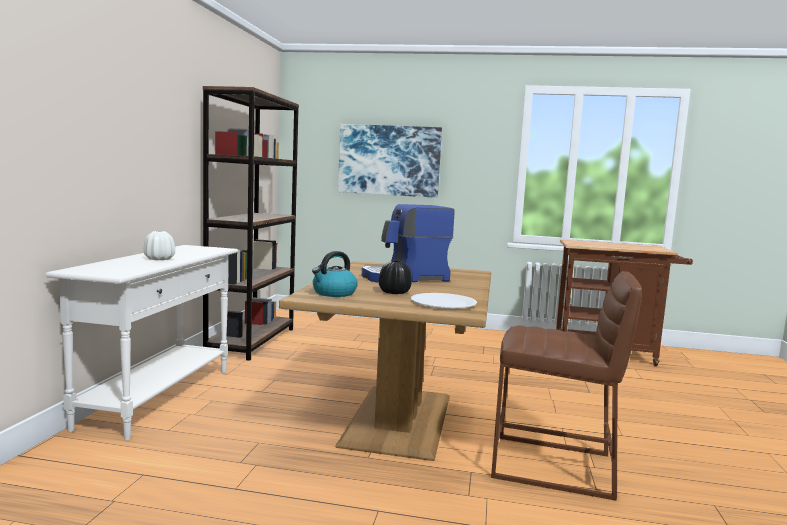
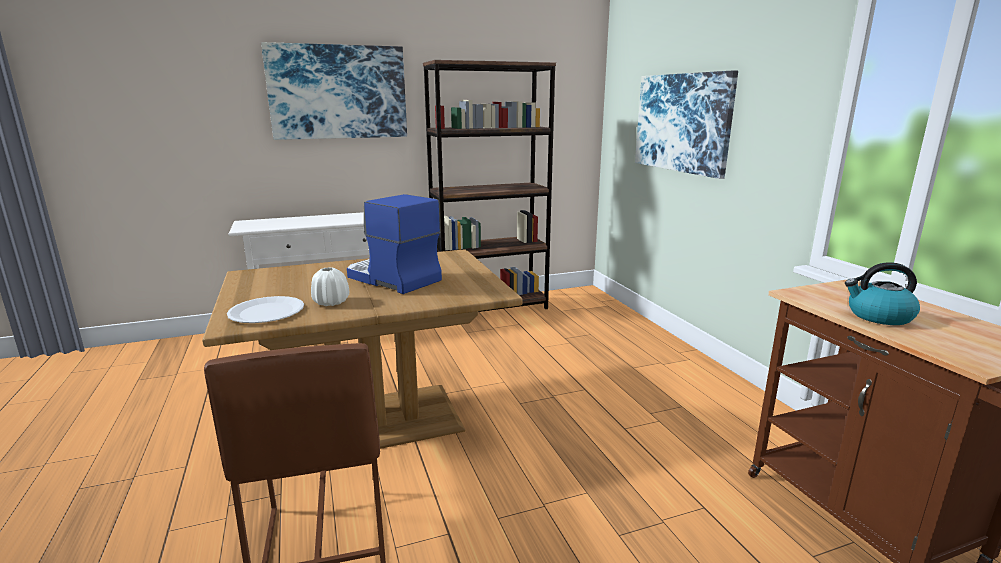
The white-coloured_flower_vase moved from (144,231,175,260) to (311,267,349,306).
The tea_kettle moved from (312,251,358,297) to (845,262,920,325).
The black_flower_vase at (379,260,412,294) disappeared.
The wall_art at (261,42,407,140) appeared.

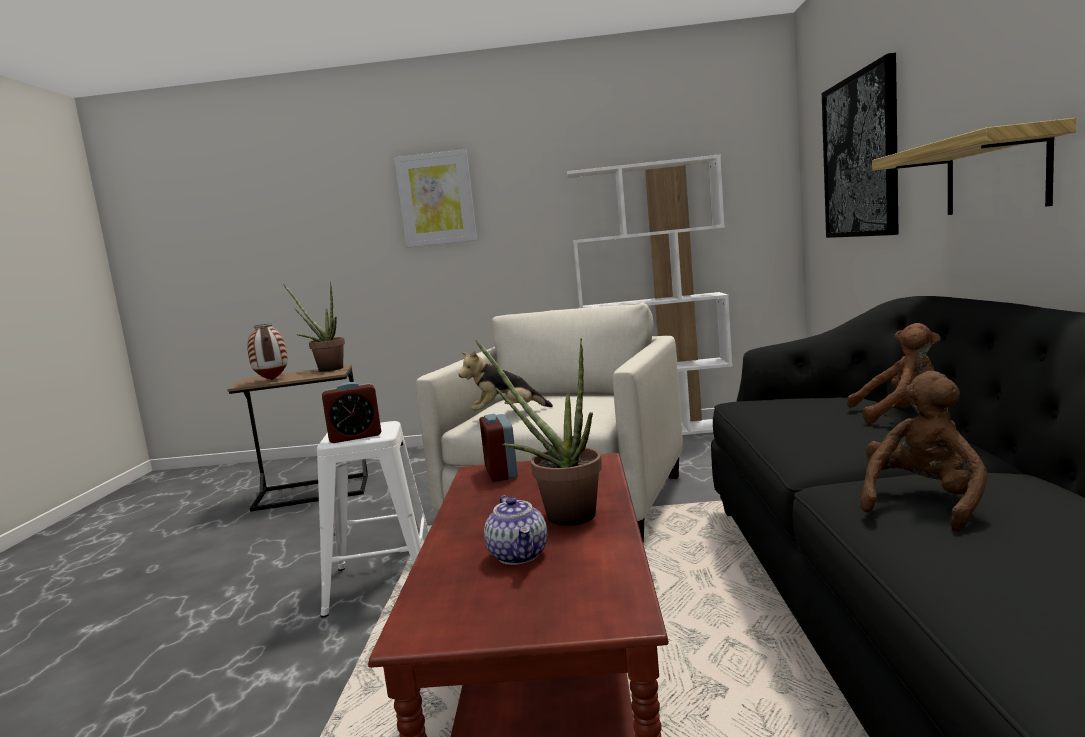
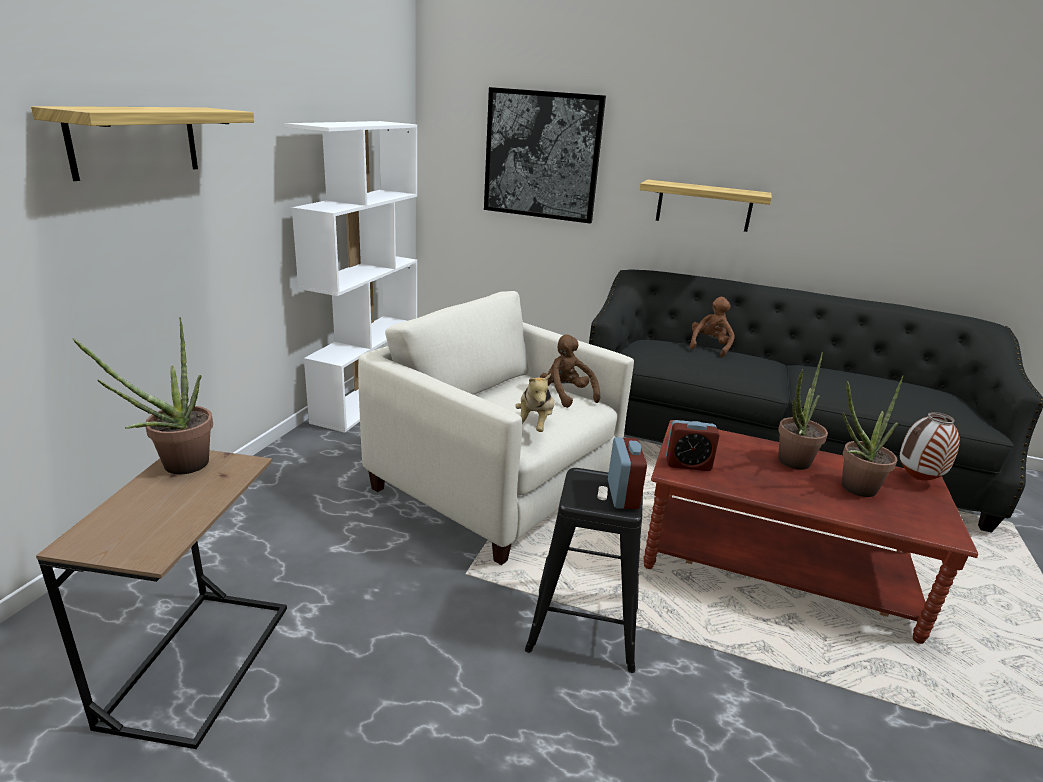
The flower_vase moved from (247,324,288,380) to (900,412,960,480).
The white-coloured_stool_seat at (317,421,429,618) became the black_stool_seat at (525,468,643,673).
The wall_art at (394,149,477,247) was replaced by the bracket_shelf at (31,106,254,181).
The pot_for_tea at (484,496,547,565) was replaced by the houseplant at (842,375,903,497).
The brown_plush_toy moved from (860,371,987,531) to (540,334,601,408).

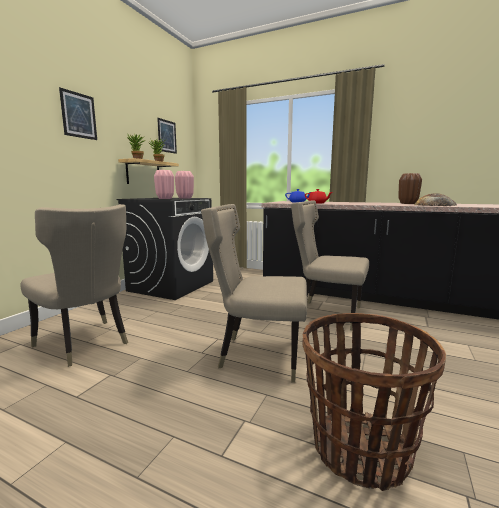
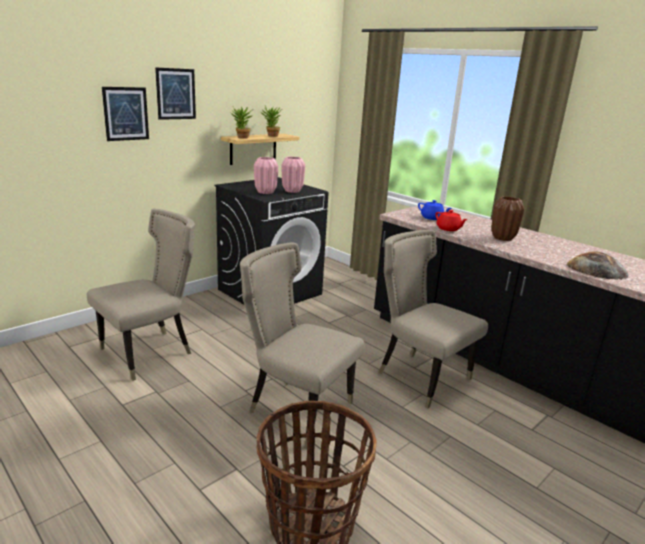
The beige_plain_chair at (20,204,128,367) turned 105 degrees counterclockwise.
The wall_art moved from (157,118,177,154) to (102,87,149,141).
The brown_flower_vase moved from (399,173,422,204) to (491,196,524,241).

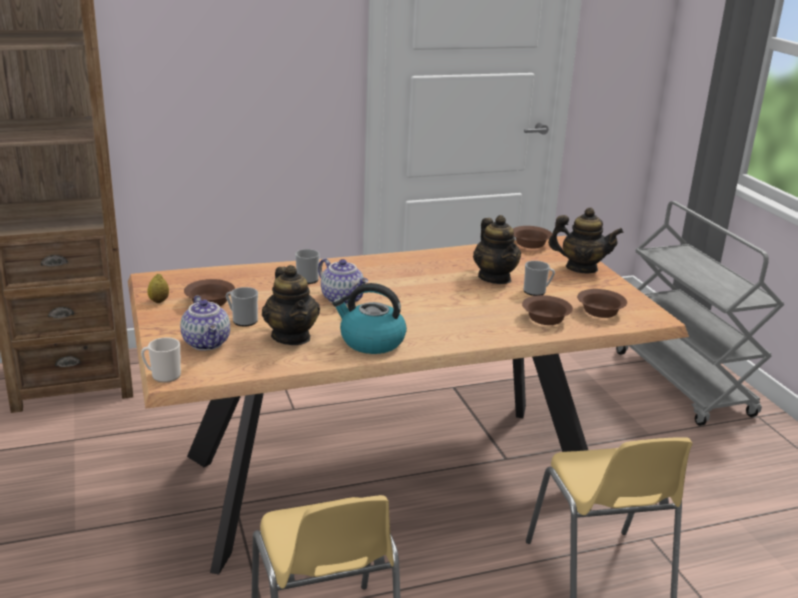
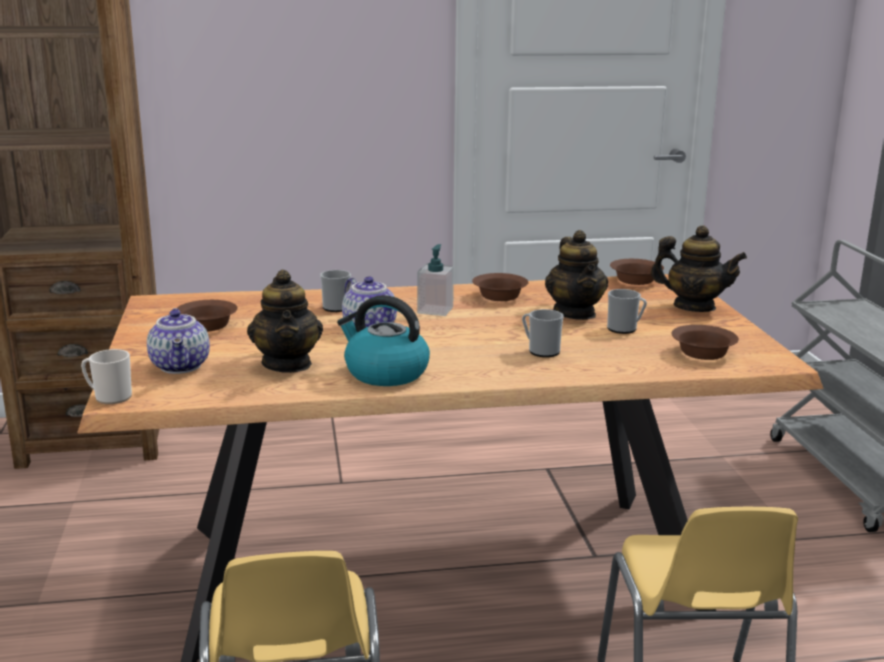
The lemon at (148,274,169,303) disappeared.
The tea_mug moved from (226,287,258,327) to (522,309,564,357).
The brown_serving_bowl moved from (522,295,573,325) to (472,273,529,301).
The liquid_soap_bottle at (417,244,454,316) appeared.

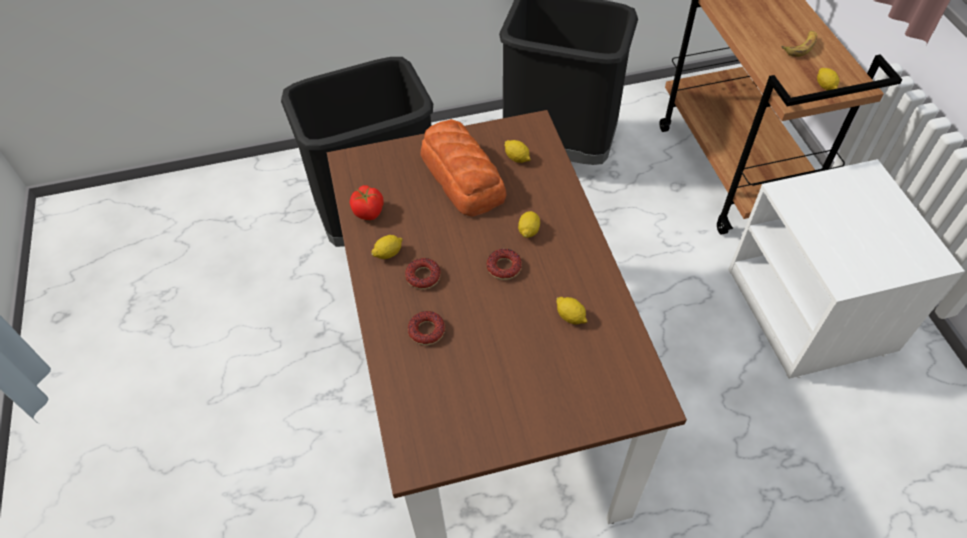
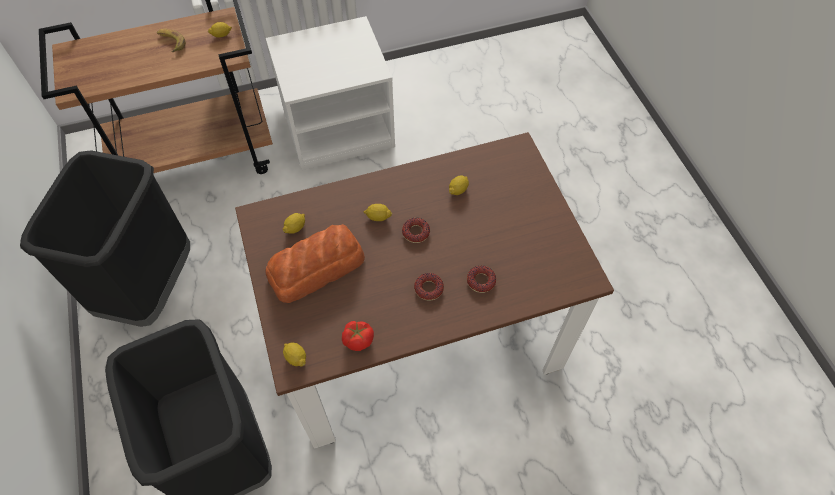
The lemon moved from (372,235,403,259) to (283,342,306,367).

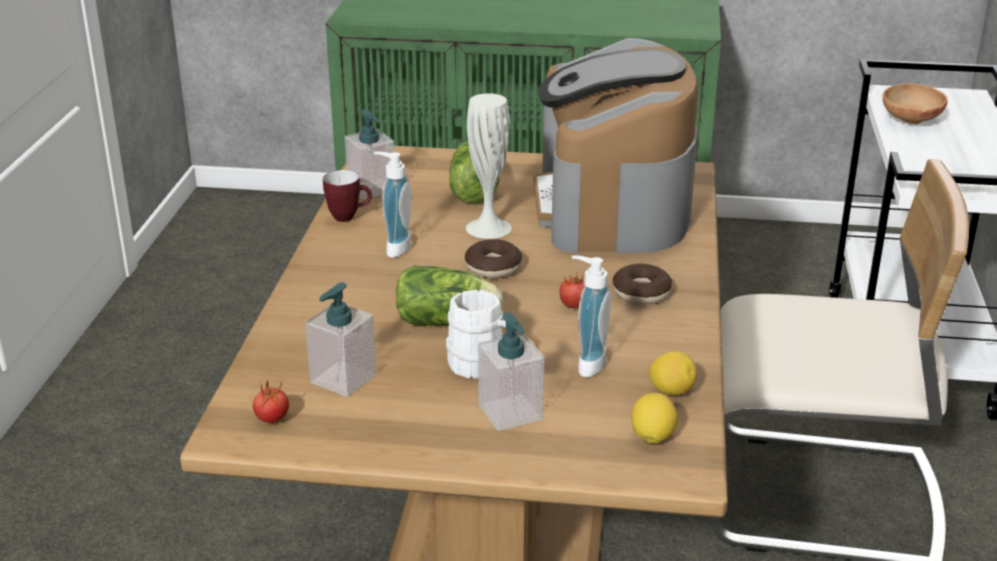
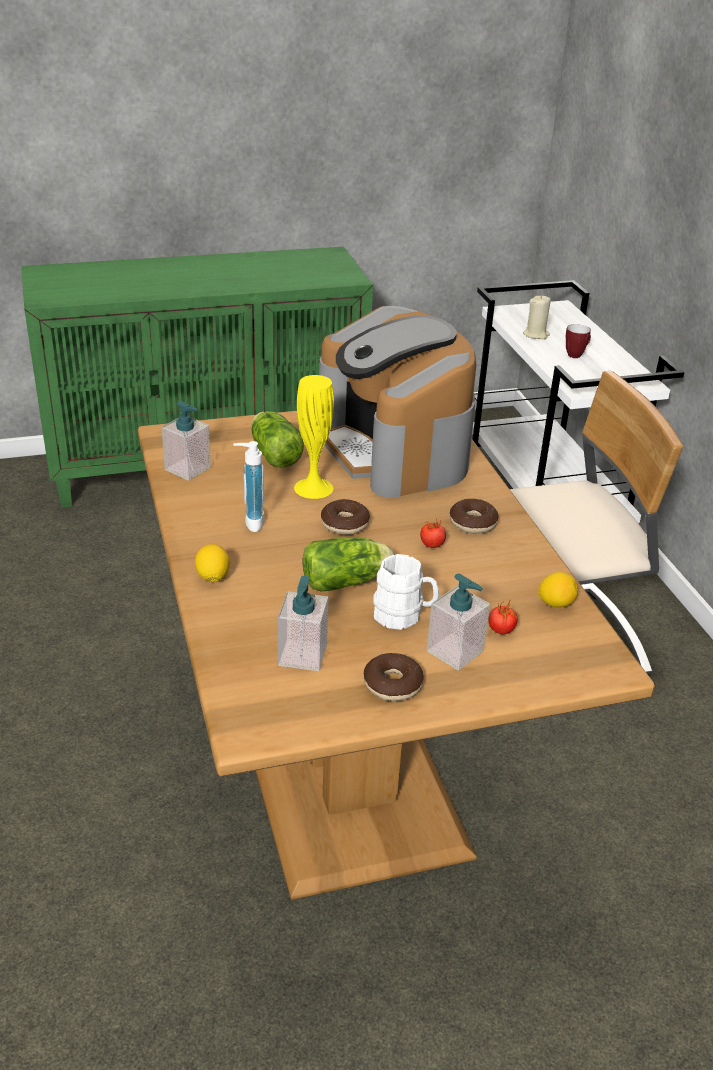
The tomato moved from (253,379,289,423) to (488,599,518,634).
The tea_mug moved from (323,170,372,222) to (566,324,591,358).
The white-coloured_flower_vase at (466,93,512,239) became the yellowish_flower_vase at (294,375,334,499).
The liquid_soap_bottle at (572,255,611,377) disappeared.
The lemon moved from (631,393,678,444) to (195,544,230,582).
The brown_serving_bowl at (883,83,948,124) was replaced by the beige_wax_candle at (523,295,551,339).
The ring_doughnut at (364,653,424,701) appeared.

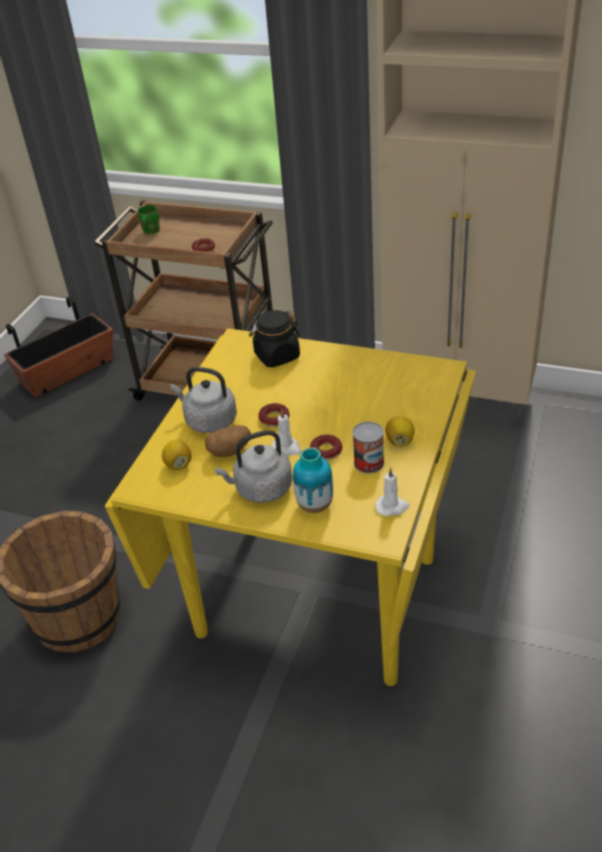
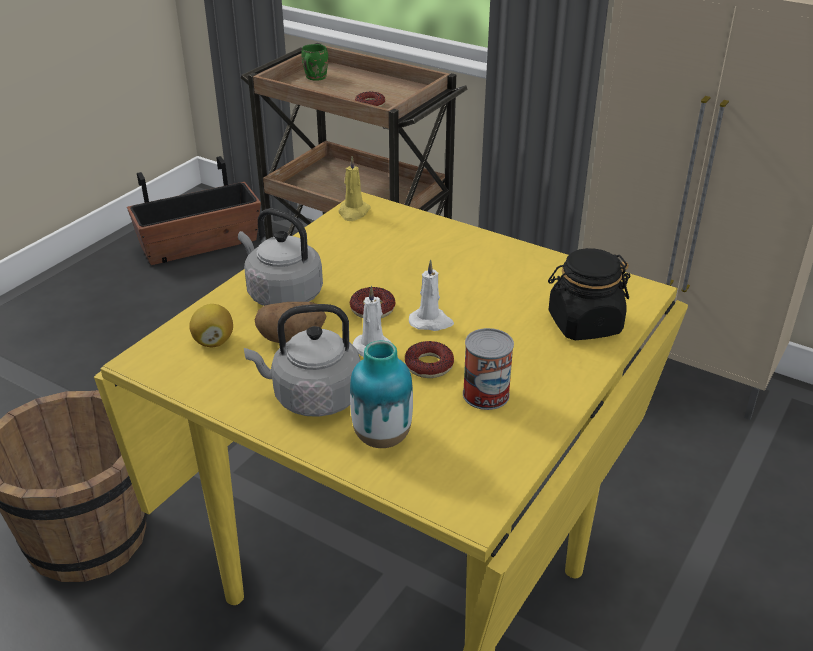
The black_storage_jar moved from (249,310,300,368) to (548,248,630,340).
The white-coloured_wax_candle moved from (375,467,409,516) to (409,260,454,331).
The lemon at (385,416,415,446) disappeared.
The yellowish_wax_candle at (338,156,371,221) appeared.

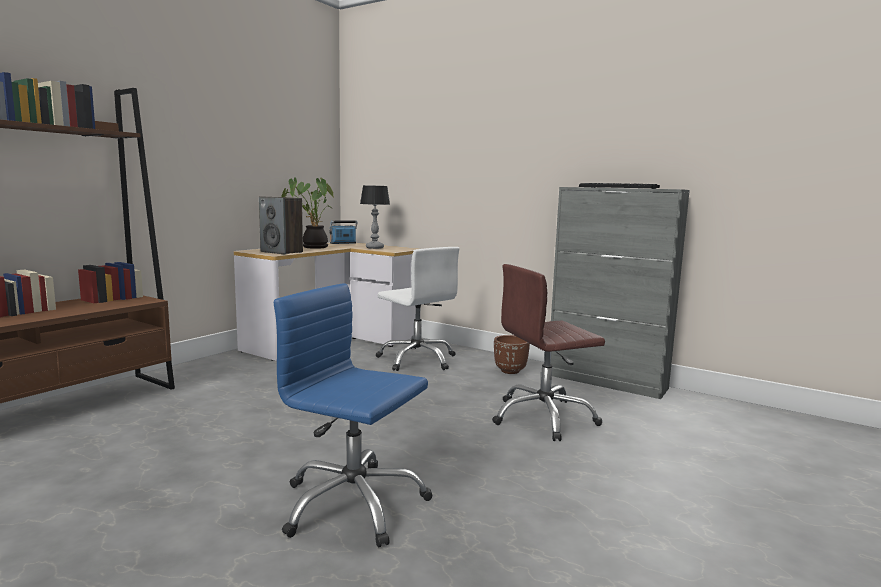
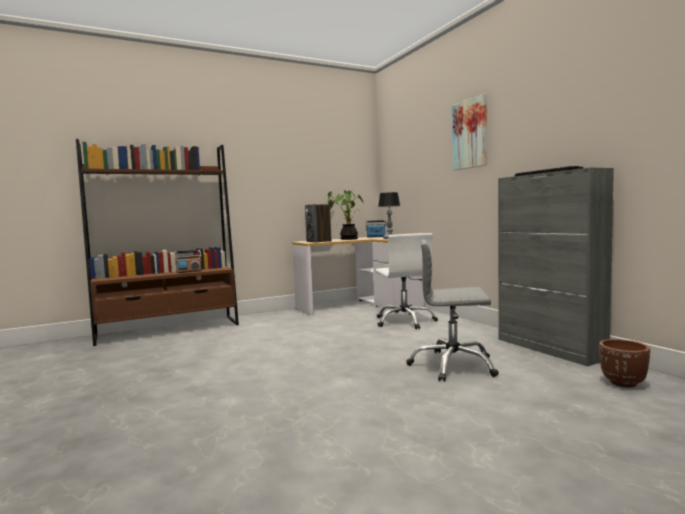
The blue-coloured_computer_chair at (274,283,433,547) disappeared.
The brown_computer_chair at (492,264,605,441) became the grey_computer_chair at (406,240,499,382).
The brown_plant_pot moved from (494,335,530,374) to (599,339,650,388).
The radio_receiver at (174,250,202,273) appeared.
The wall_art at (452,94,487,170) appeared.

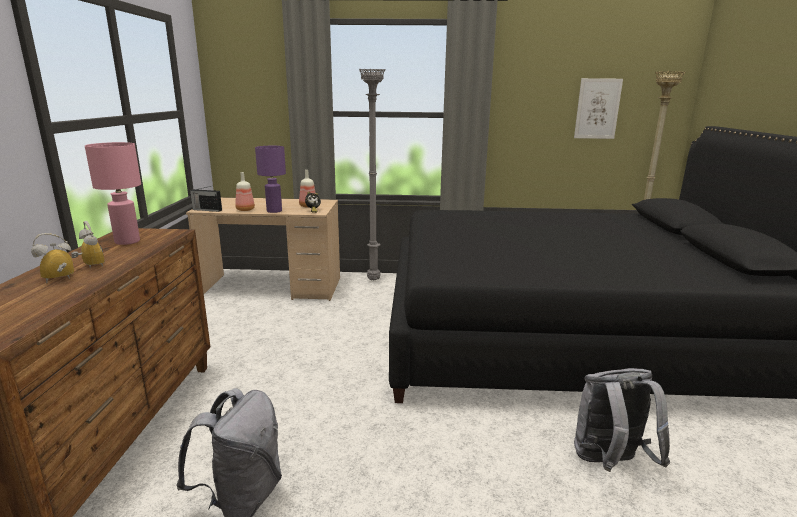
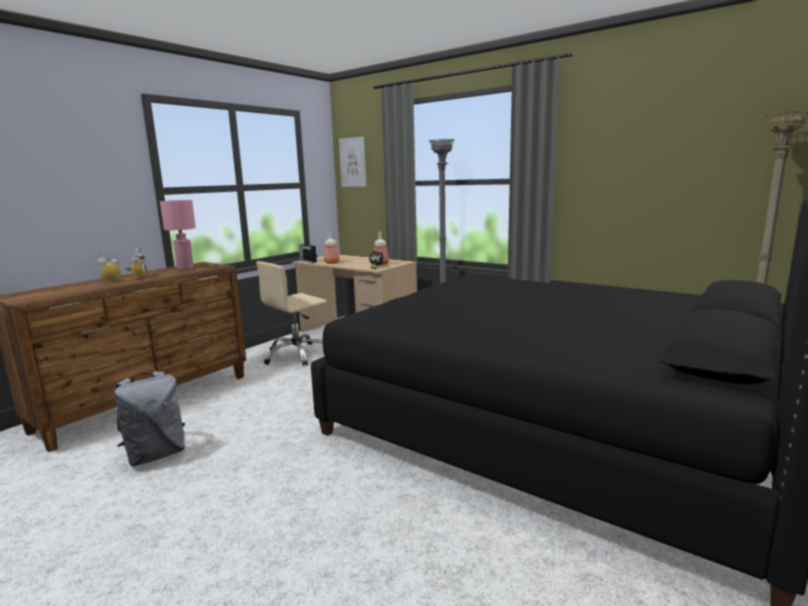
The purplish_table_lamp at (255,146,286,213) disappeared.
The wall_art moved from (574,78,623,139) to (339,137,366,187).
The grey_knapsack at (574,368,670,472) disappeared.
The beige_computer_chair at (256,261,327,367) appeared.

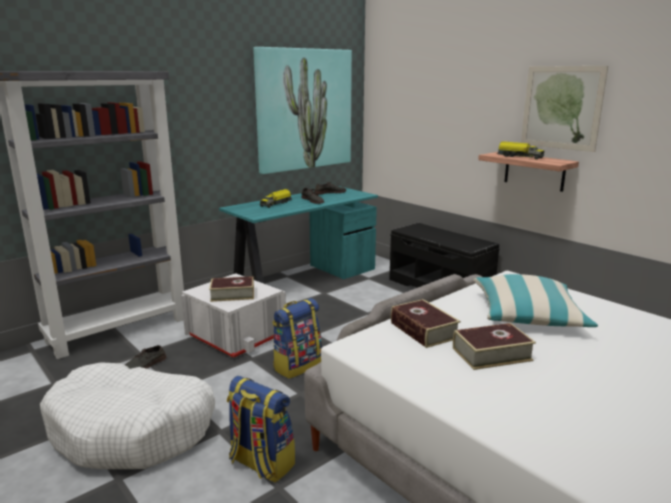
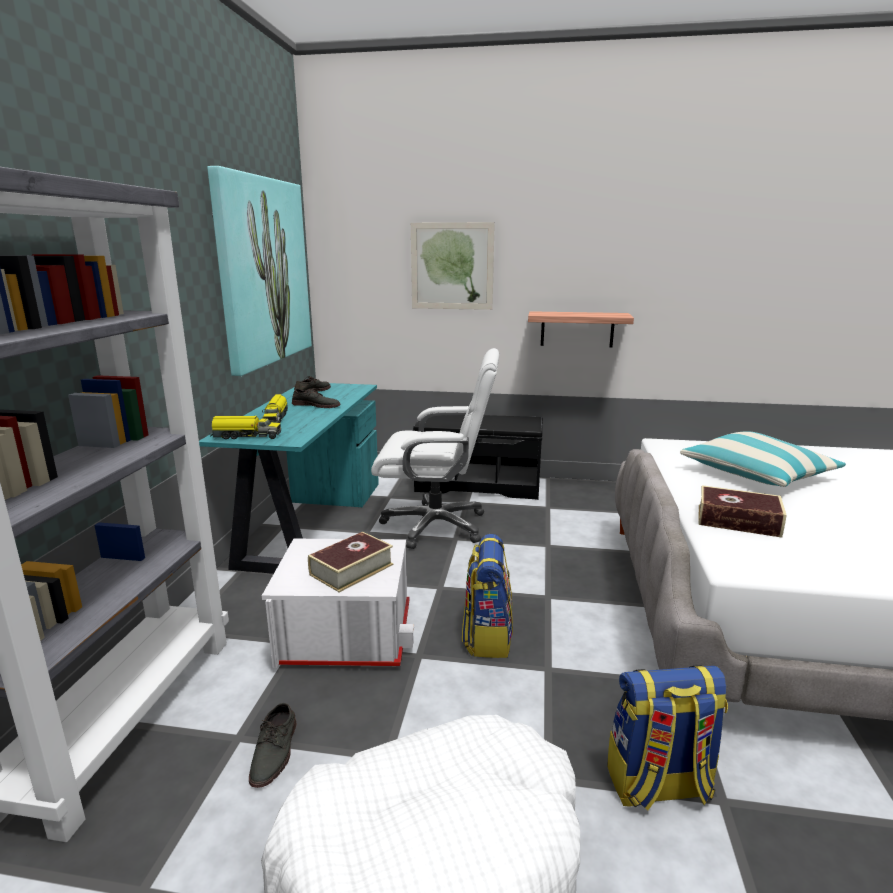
The book at (453,323,536,370) disappeared.
The toy_truck moved from (496,141,544,160) to (210,416,281,439).
The wall_art moved from (521,66,608,152) to (411,222,495,310).
The white-coloured_computer_chair at (371,348,499,549) appeared.

